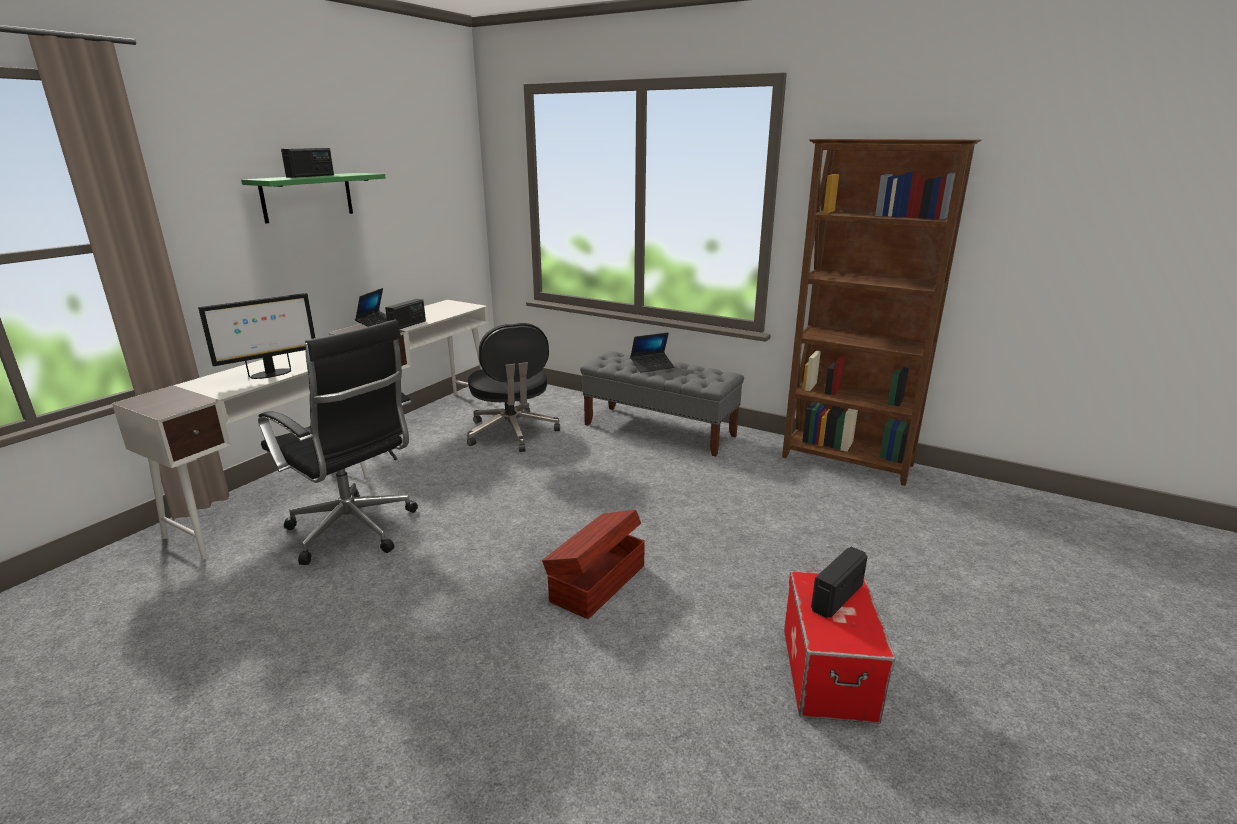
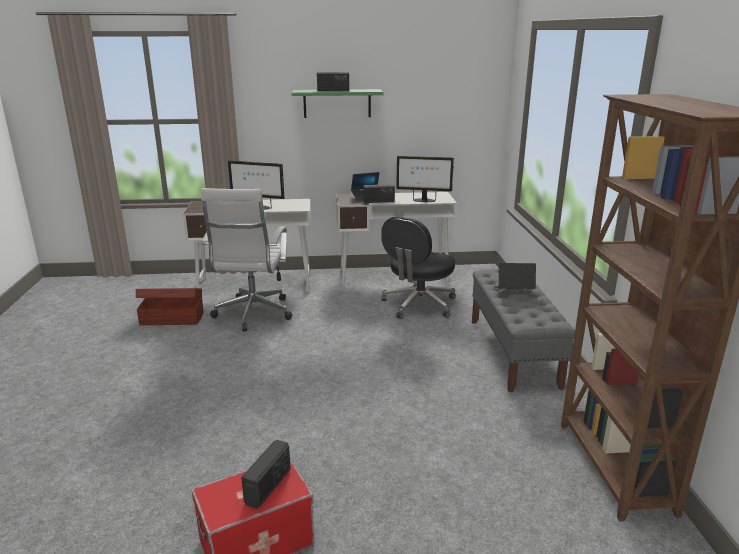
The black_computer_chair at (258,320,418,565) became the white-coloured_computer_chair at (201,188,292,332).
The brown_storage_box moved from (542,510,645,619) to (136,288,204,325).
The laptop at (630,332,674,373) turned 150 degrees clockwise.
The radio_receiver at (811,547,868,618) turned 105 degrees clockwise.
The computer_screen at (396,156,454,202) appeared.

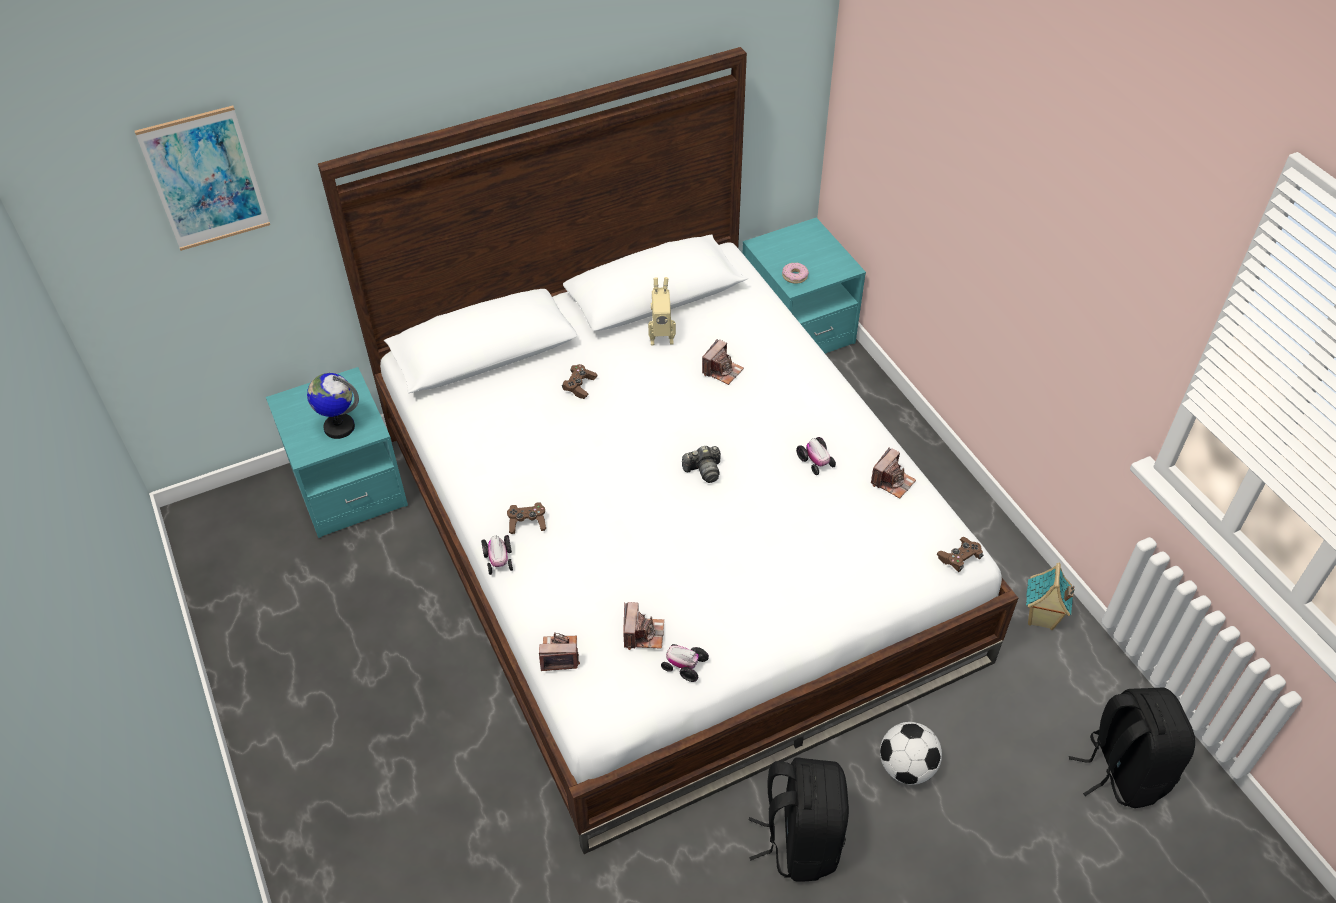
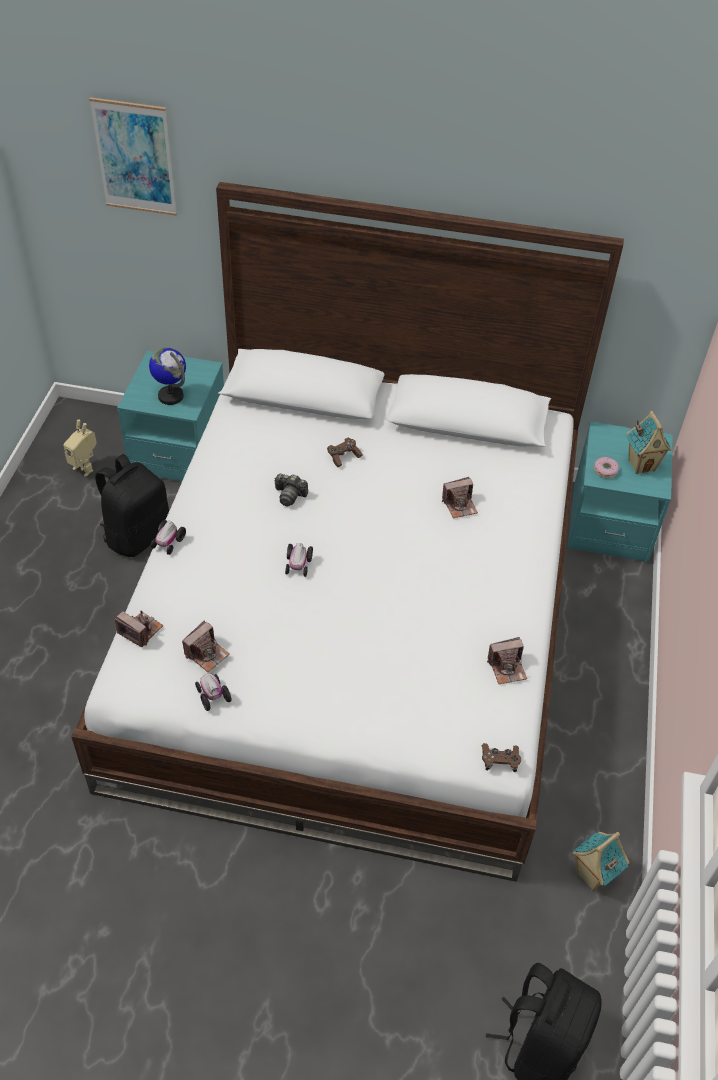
The brown_joypad at (507,502,546,534) disappeared.
The model_robot moved from (648,277,676,345) to (63,419,97,477).
The still_camera moved from (682,446,721,483) to (274,474,308,507).
The black_knapsack moved from (749,757,849,882) to (95,454,169,557).
The miniature_car moved from (796,437,836,475) to (285,543,313,577).
The football_ball at (880,722,942,785) disappeared.
The model_house at (626,411,672,474) appeared.

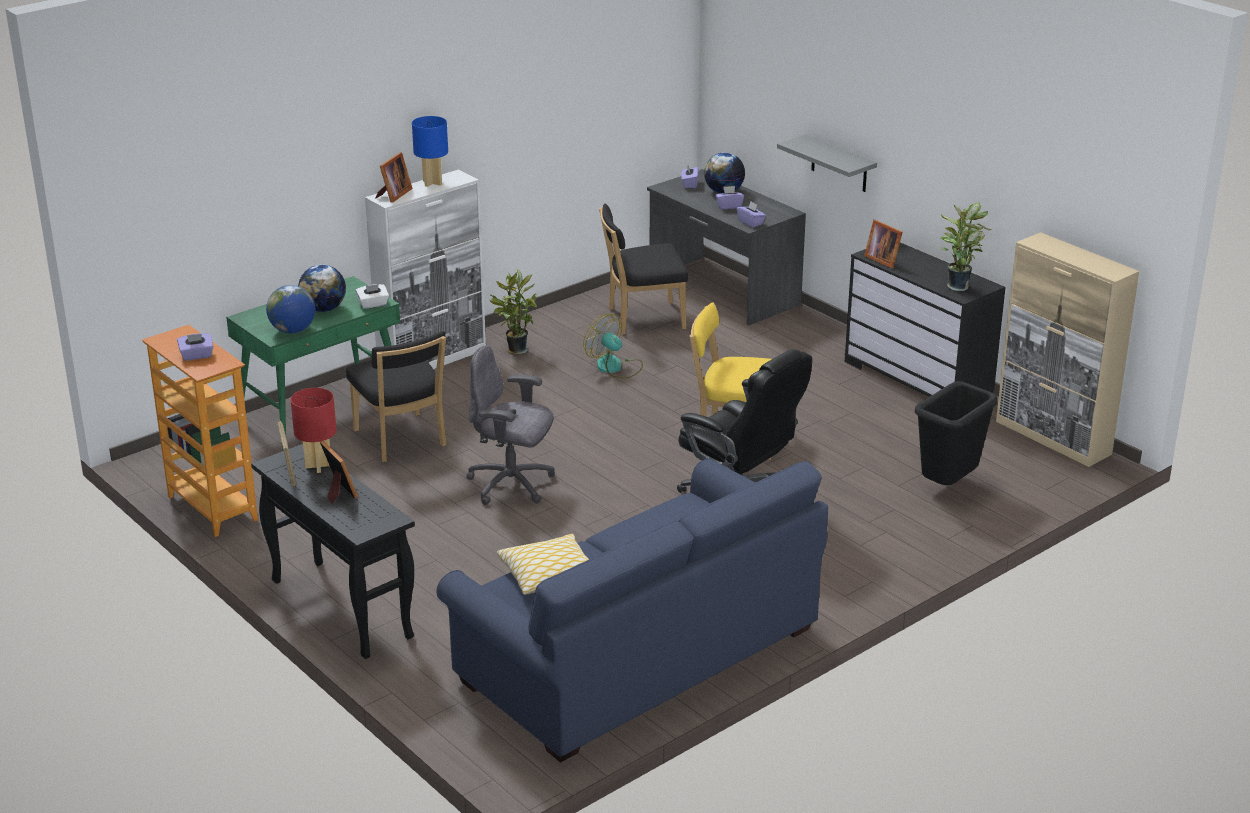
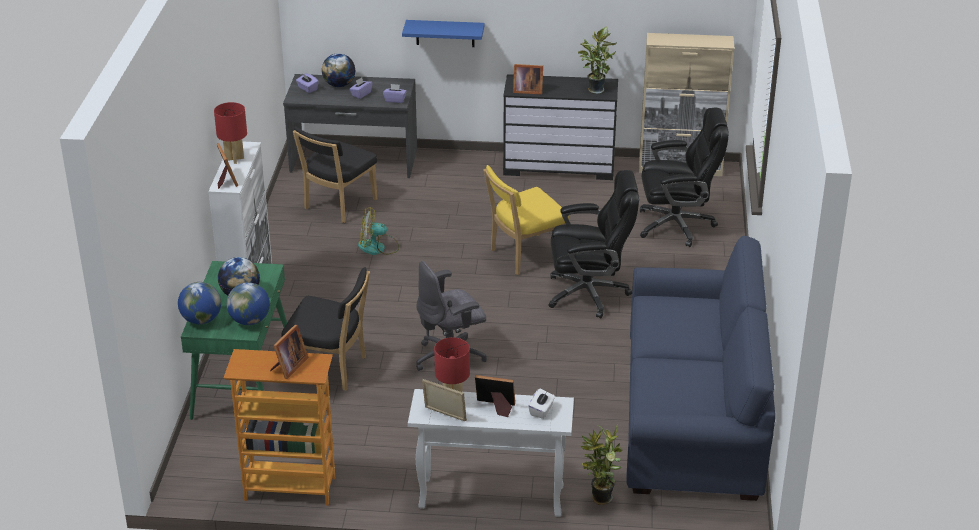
The purplish_tissue_holder at (177,333,213,361) was replaced by the picture_frame at (270,325,308,379).
The black_hall_table at (251,444,415,659) became the white-coloured_hall_table at (408,389,574,517).
The white-coloured_tissue_holder moved from (356,284,389,309) to (528,389,555,419).
The blue-coloured_table_lamp at (412,116,448,187) became the red-coloured_table_lamp at (214,102,247,164).
The houseplant moved from (490,268,537,355) to (580,424,622,505).
The cushion at (497,534,589,595) disappeared.
The grey_bracket_shelf at (777,135,877,192) became the blue-coloured_bracket_shelf at (402,20,484,47).
The black_trash_can at (915,381,998,485) was replaced by the black_computer_chair at (640,108,729,247).
The globe at (178,282,221,324) appeared.

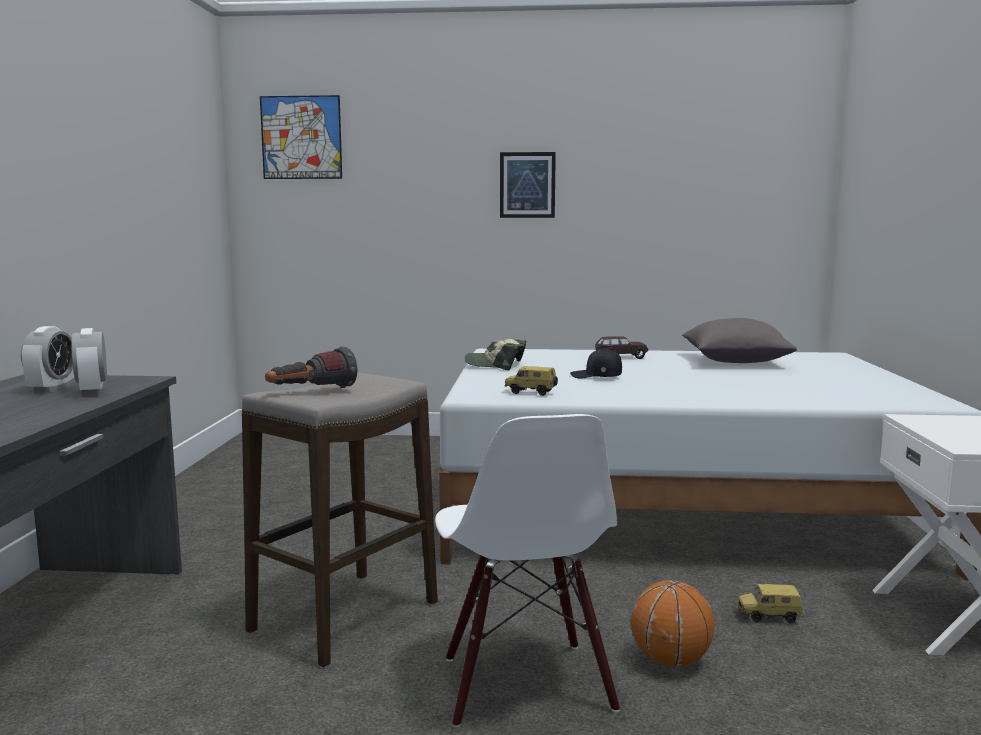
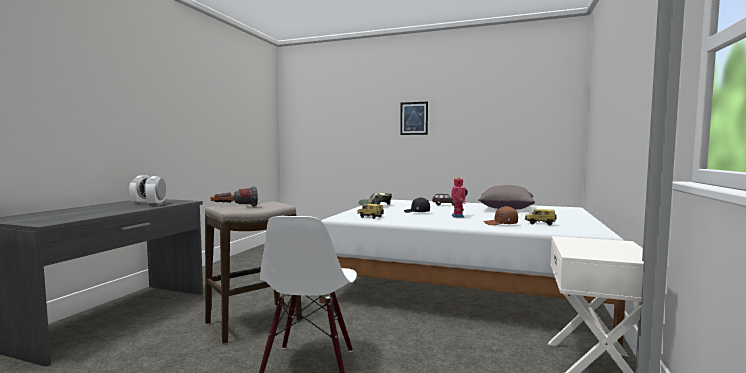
The wall_art at (260,95,342,179) disappeared.
The basketball at (631,580,715,667) disappeared.
The miniature_car moved from (738,584,803,623) to (525,209,557,225).
The model_robot at (452,177,468,218) appeared.
The brown_peaked_cap at (484,206,518,225) appeared.

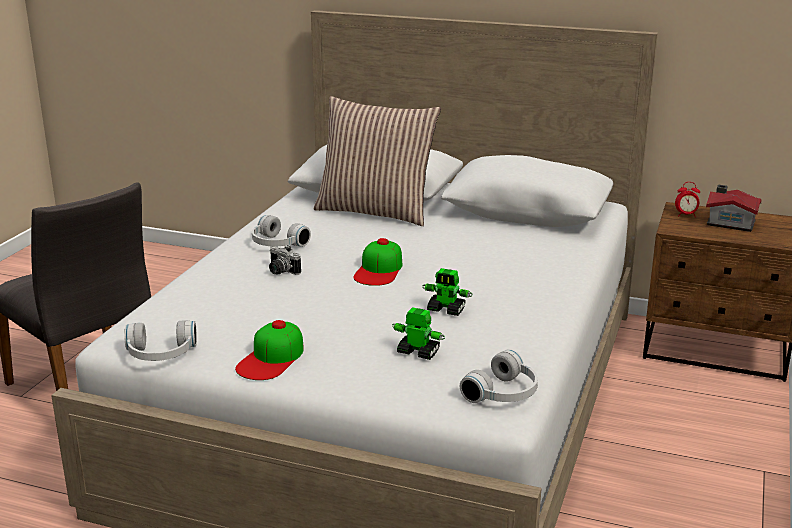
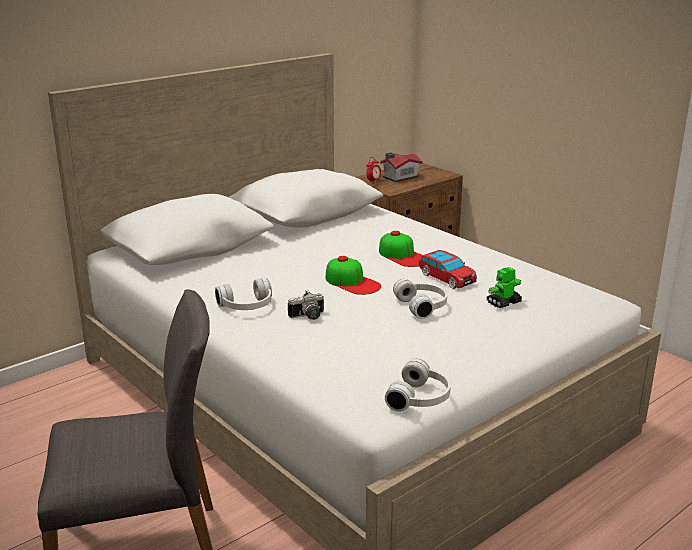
The peaked_cap moved from (235,320,304,380) to (379,231,422,267).
The cushion at (314,96,441,226) disappeared.
The model_robot at (422,268,473,316) was replaced by the miniature_car at (419,250,477,289).
The white-coloured_pair_of_headphones moved from (460,349,538,403) to (393,278,447,319).

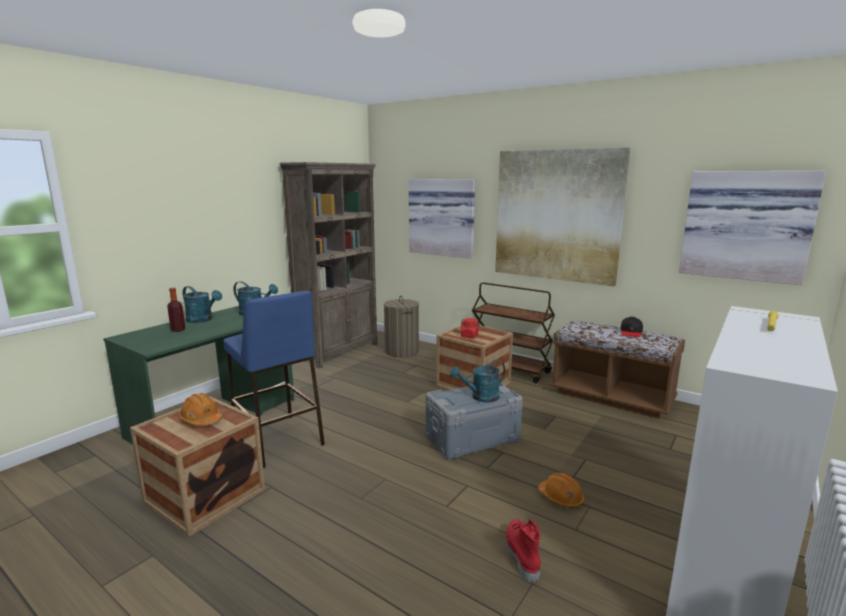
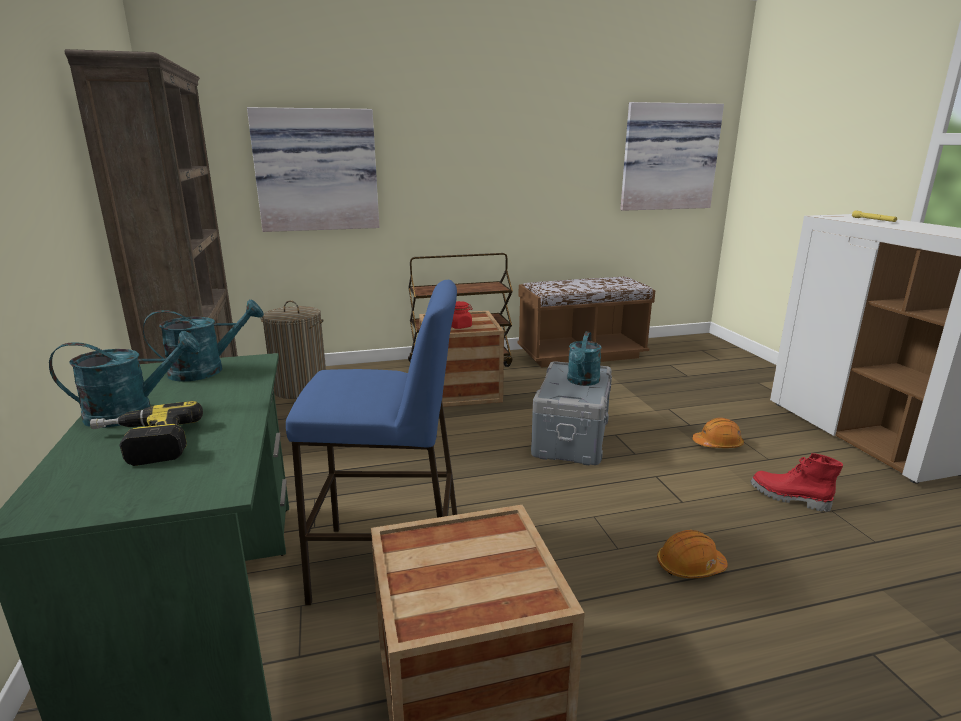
The beverage_bottle at (167,288,185,332) was replaced by the drill at (90,401,203,466).
The orangey_work_helmet moved from (179,393,223,426) to (657,530,728,578).
The wall_art at (495,148,630,287) disappeared.
The black_peaked_cap at (620,316,643,337) disappeared.

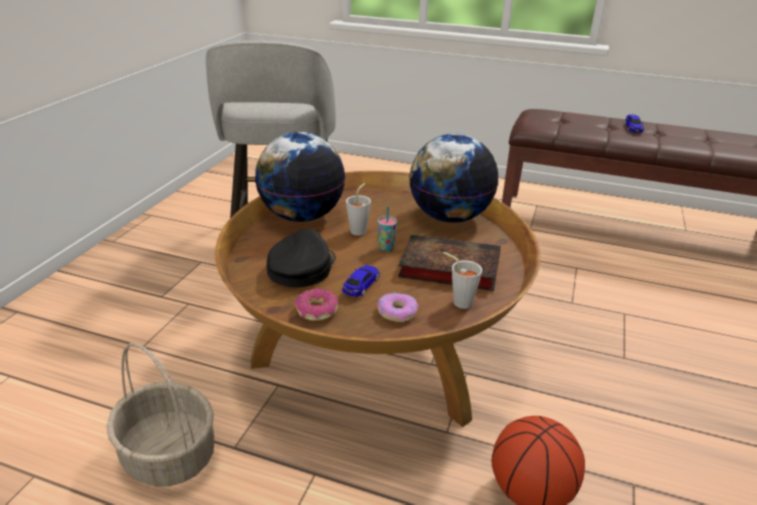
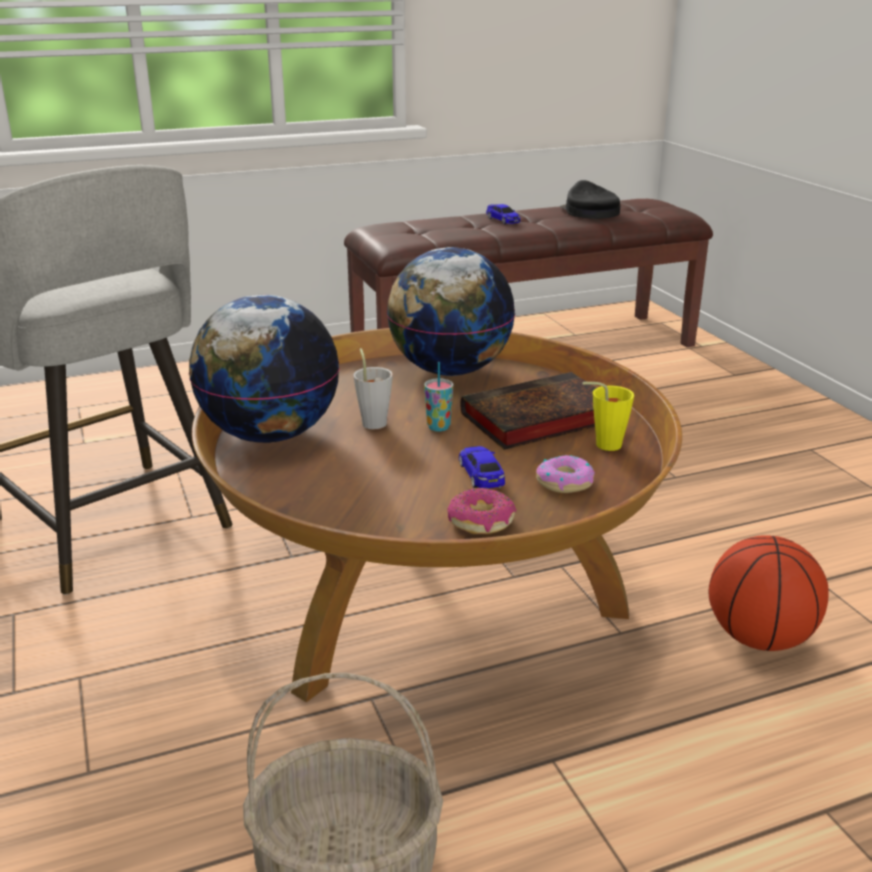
The black_peaked_cap moved from (266,228,336,287) to (560,180,621,219).
The grey_drinking_cup at (443,252,482,309) became the yellowish_drinking_cup at (583,382,634,451).

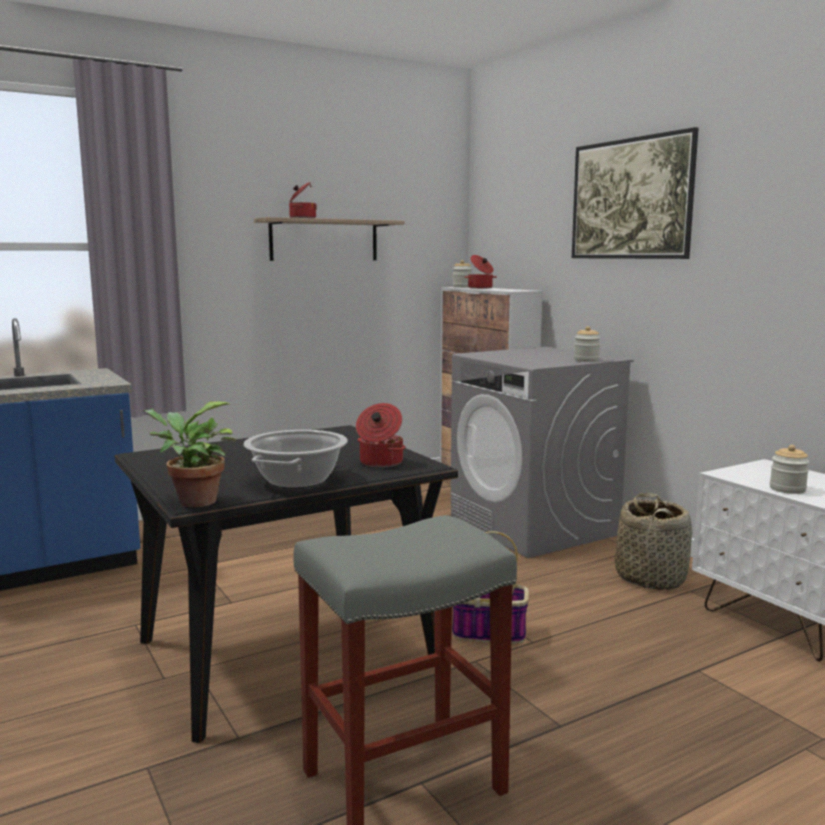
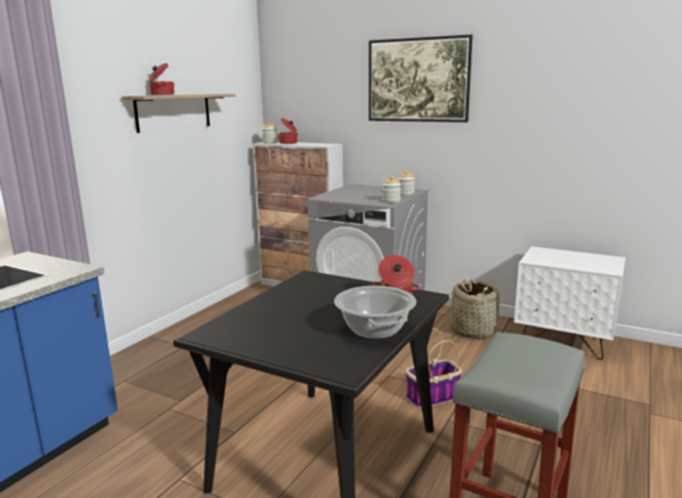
The houseplant at (143,401,236,507) disappeared.
The storage_jar moved from (770,445,810,494) to (382,176,401,203).

